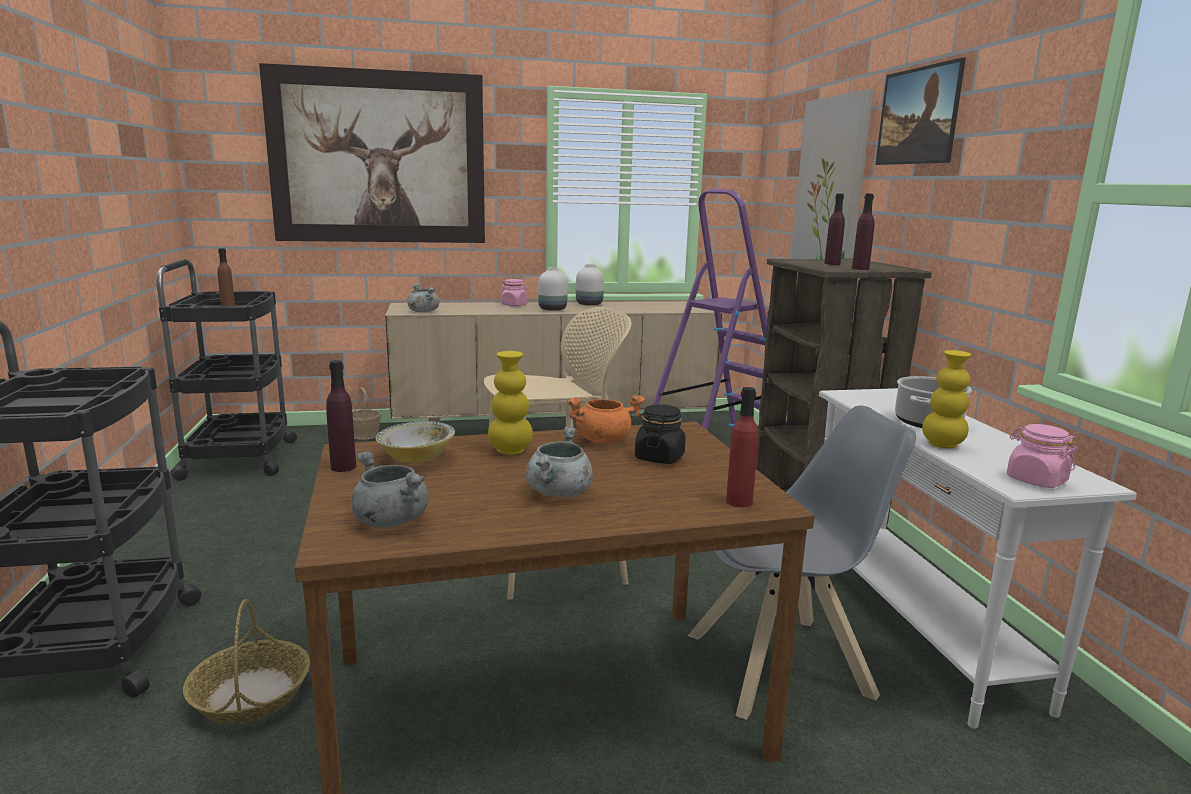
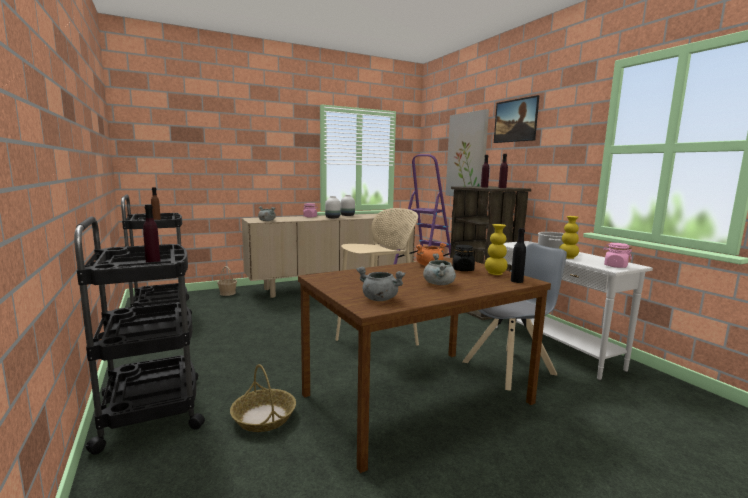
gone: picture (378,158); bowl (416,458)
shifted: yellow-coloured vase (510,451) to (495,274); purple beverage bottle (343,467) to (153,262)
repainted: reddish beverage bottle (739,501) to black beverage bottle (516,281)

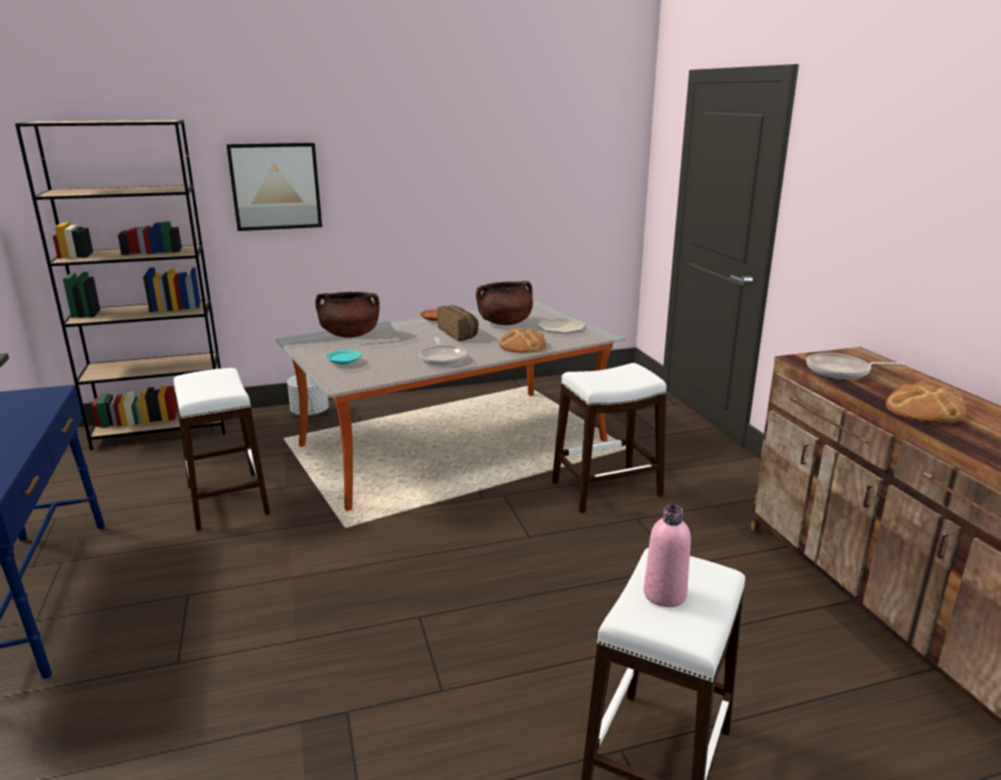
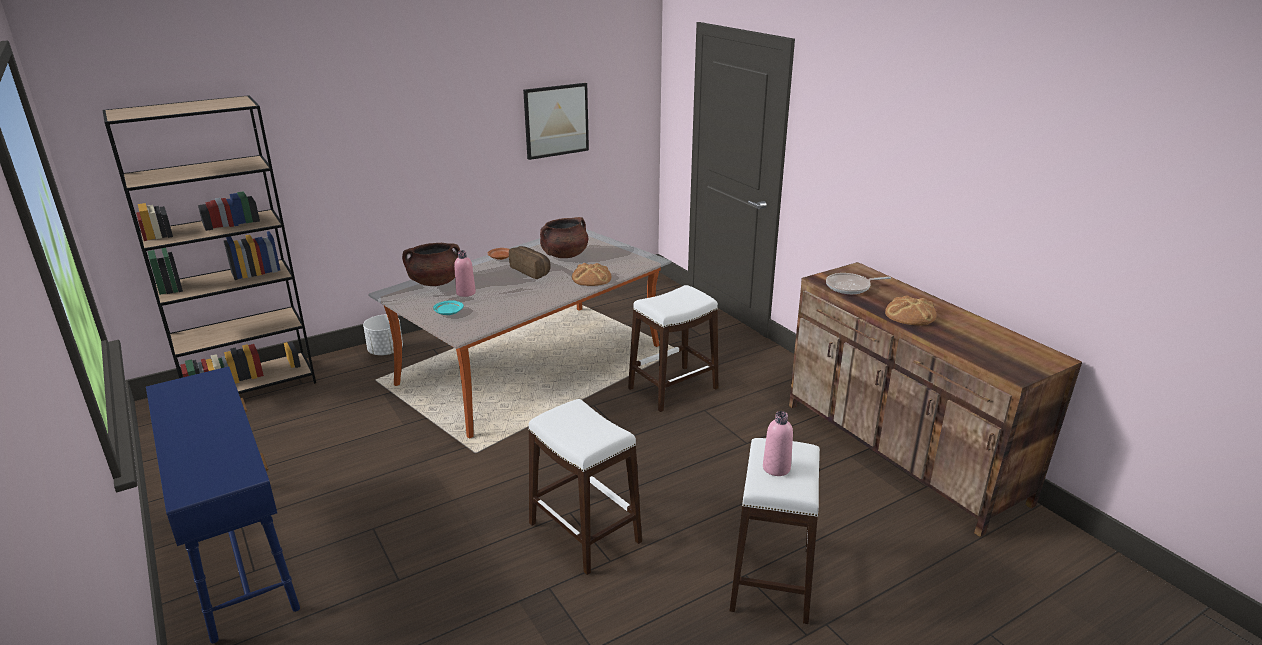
gone: flat dish (561,326); skillet (442,358)
new: pink-coloured beverage bottle (466,293)
shifted: picture (275,186) to (556,120); white stool seat (227,500) to (584,533)

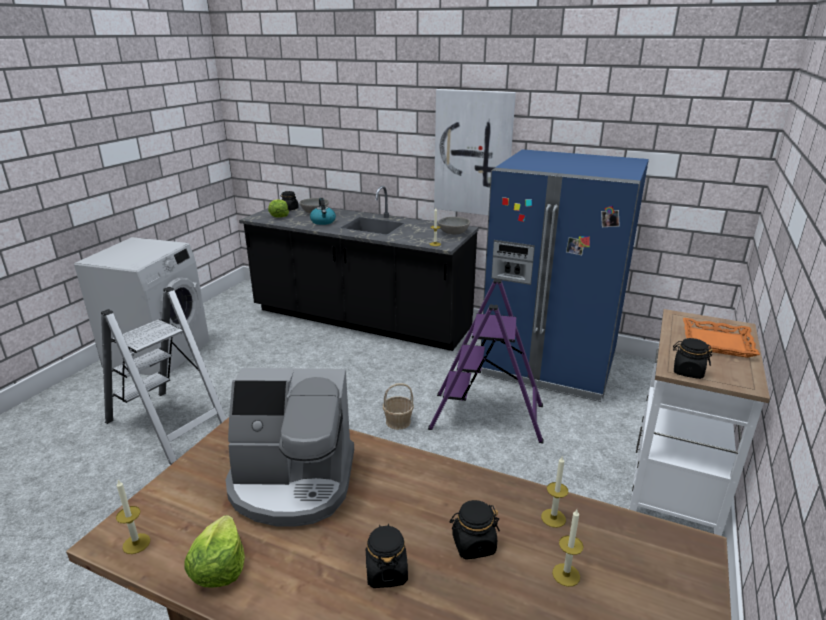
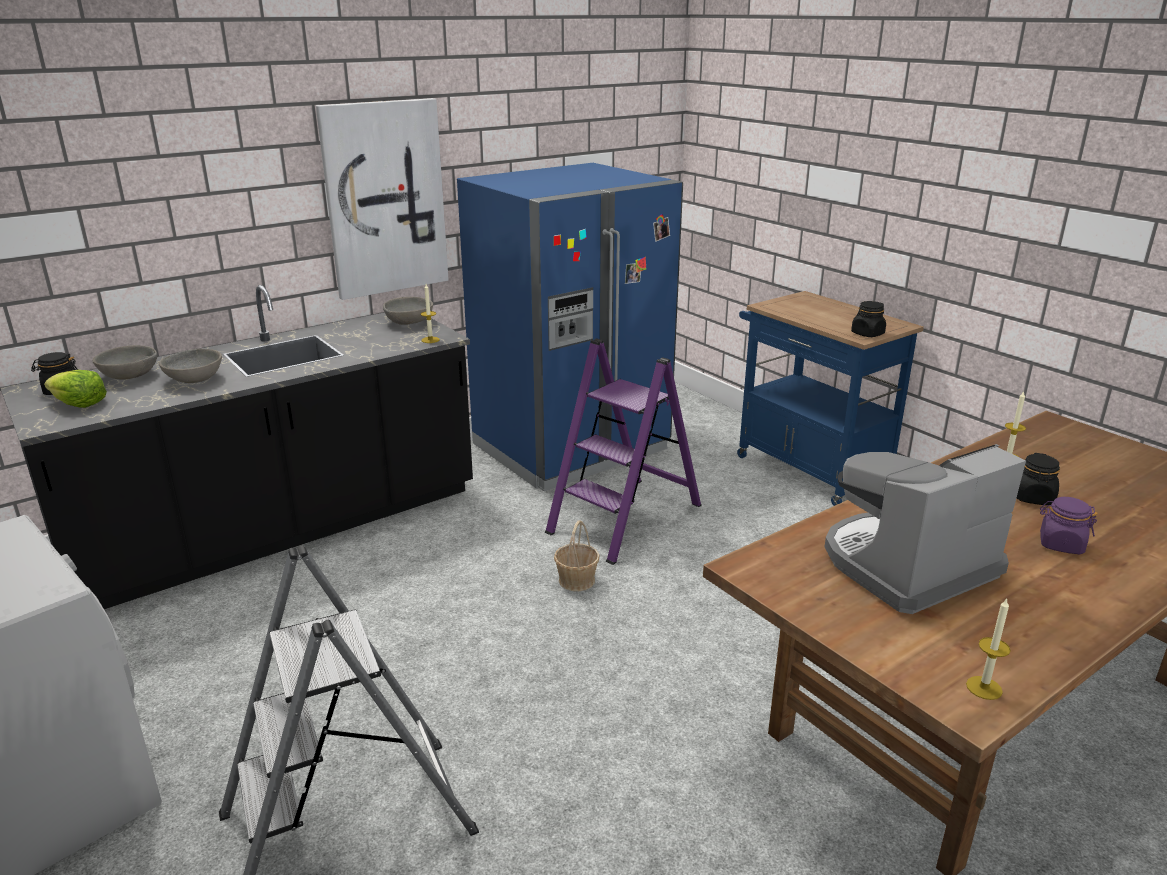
gone: orange-coloured serving tray (717,342); wax candle (566,575); lettuce (219,567)
swapped: water kettle (323,222) to grey bowl (194,379)
repainted: white trolley (673,483) to blue trolley (807,468); black jar (386,572) to purple jar (1060,544)
rotated: coffee machine (292,482) = (906,565) 150 degrees counterclockwise

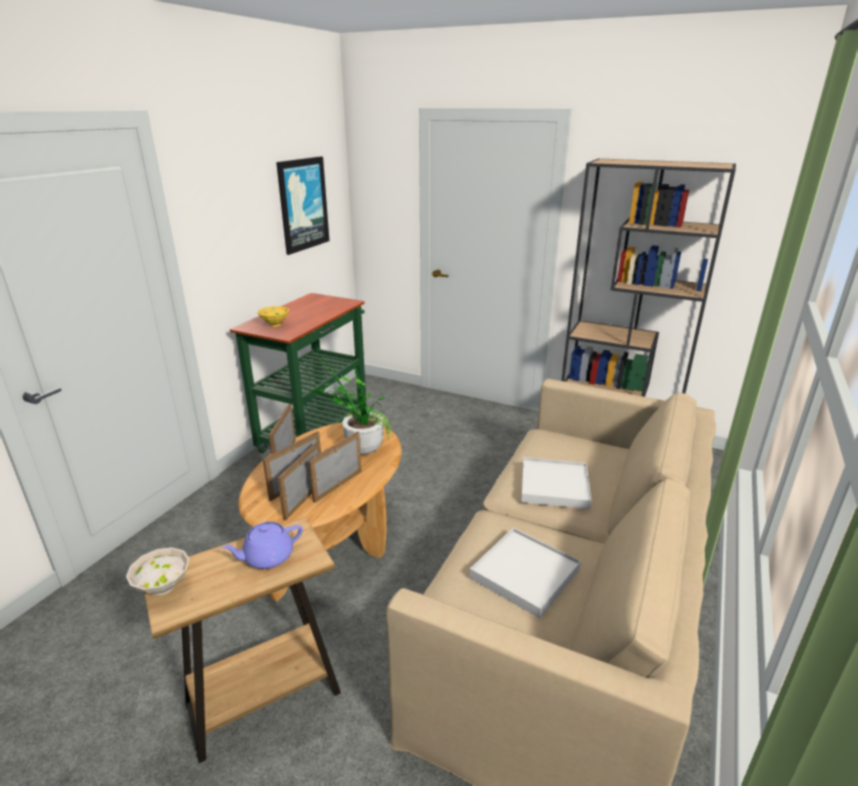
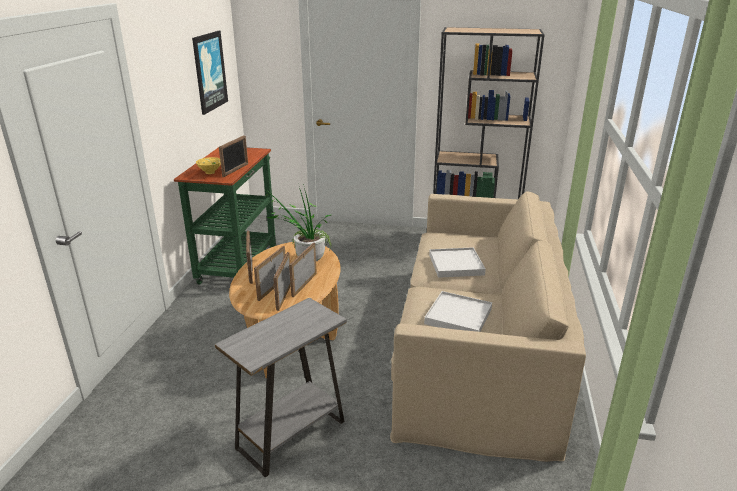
gone: purple teapot (267,557); white bowl (164,586)
new: picture frame (235,170)
repainted: brown side table (264,698) to grey side table (291,435)

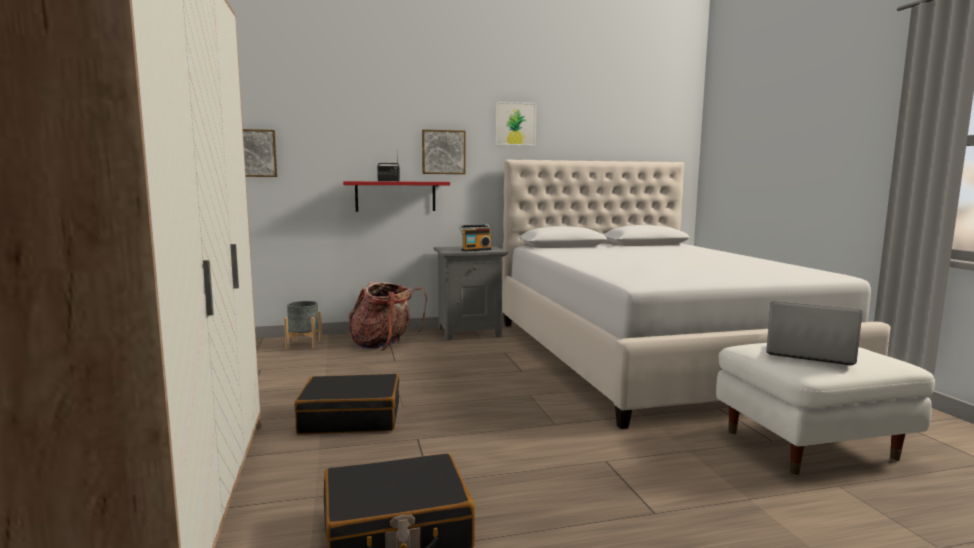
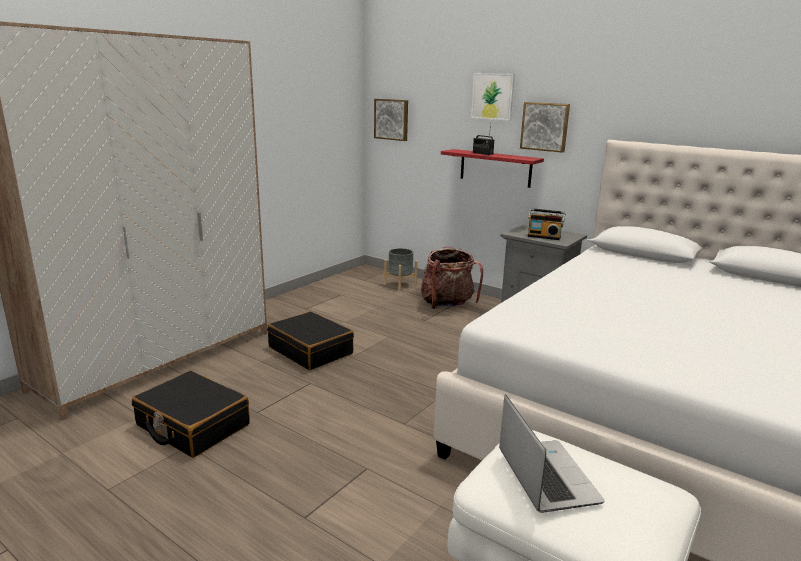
shifted: picture (515,124) to (492,96)

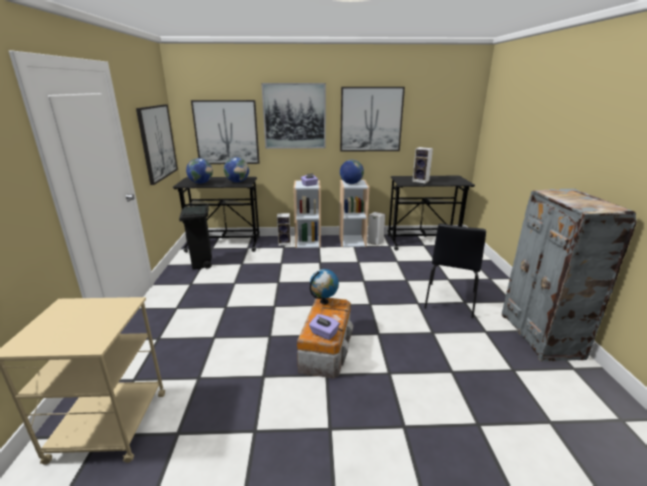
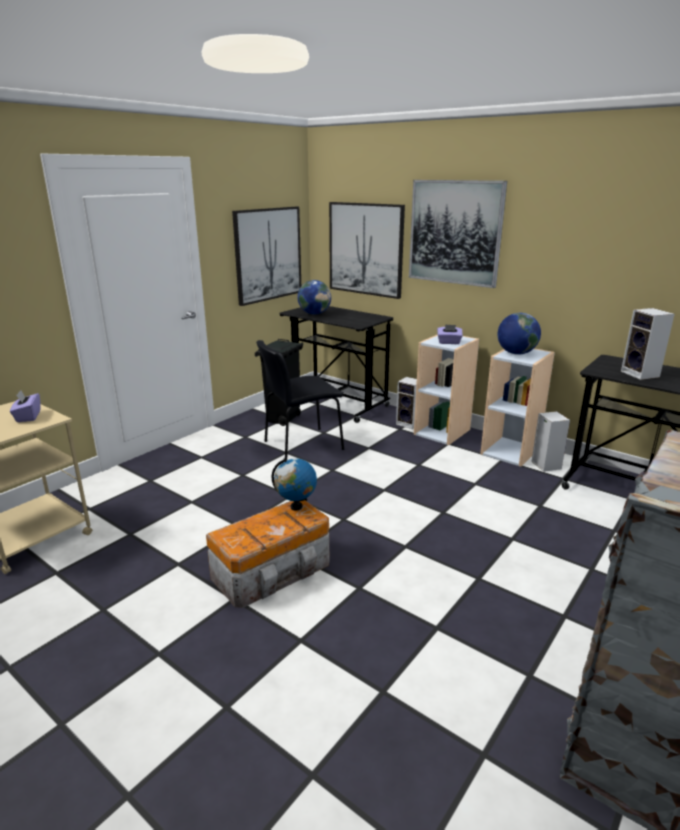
gone: picture (371,119); desk globe (237,182)
shifted: black upright chair (450,301) to (300,446); purple box of tissues (323,333) to (28,416)

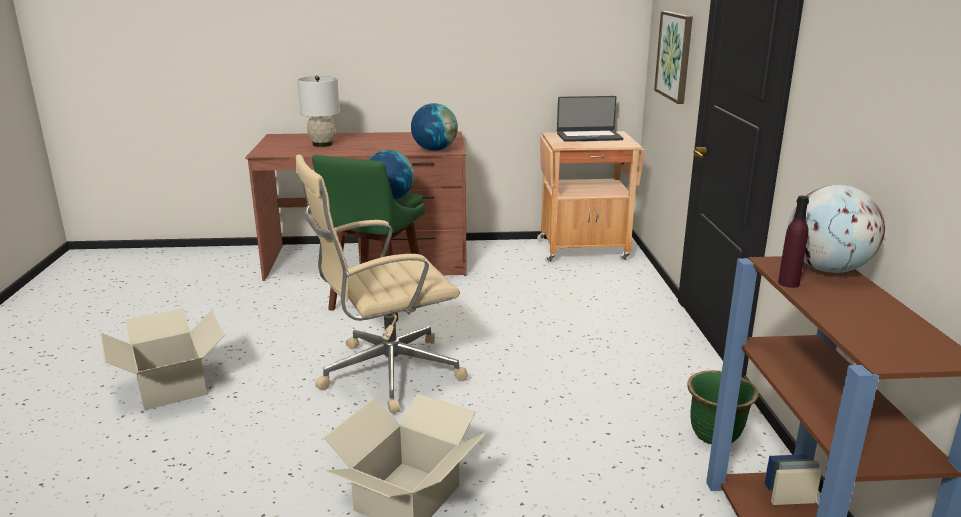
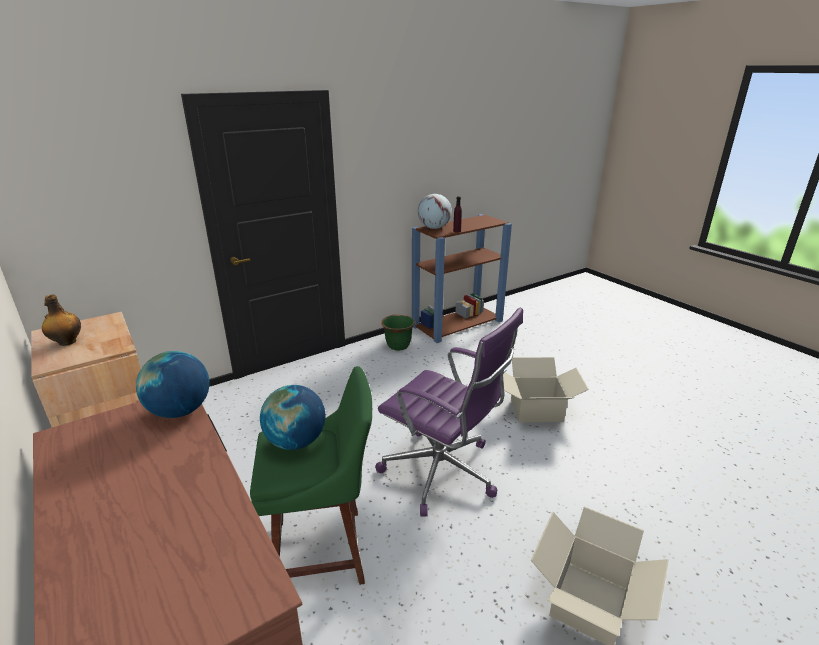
gone: picture (675,56); white tabletop lamp (322,144)
swapped: laptop (589,136) to beverage bottle (67,342)
repainted: beige desk chair (386,373) to purple desk chair (443,472)

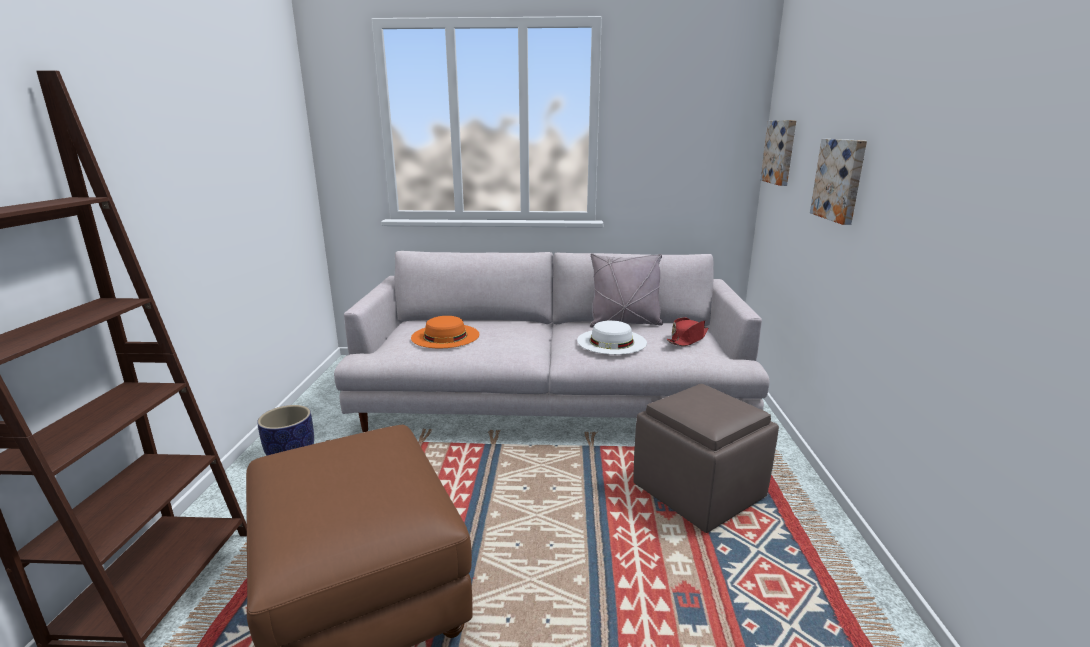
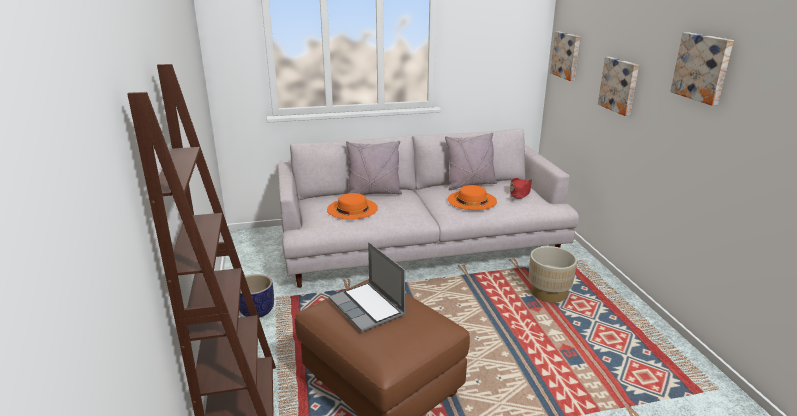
new: picture (703,67); purple pillow (374,193); laptop (368,308)
swapped: brown pouffe (700,492) to beige plant pot (548,293)
repainted: white wearable hat (611,341) to orange-coloured wearable hat (472,200)

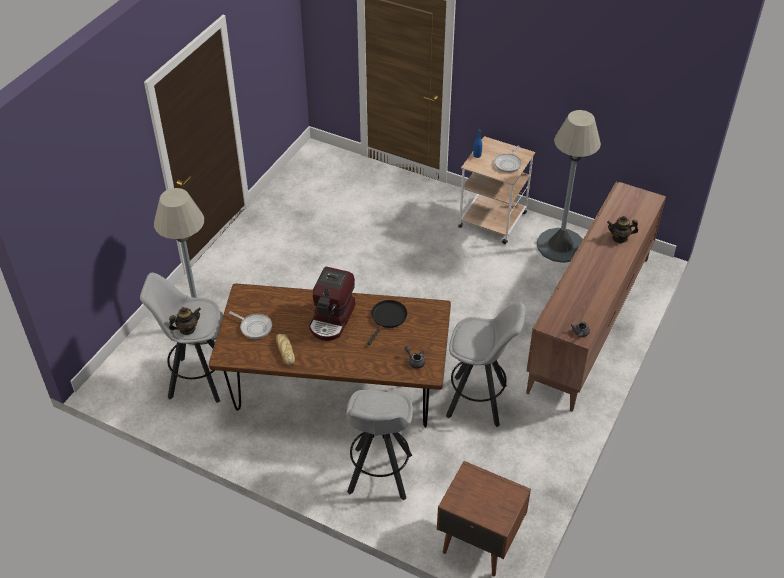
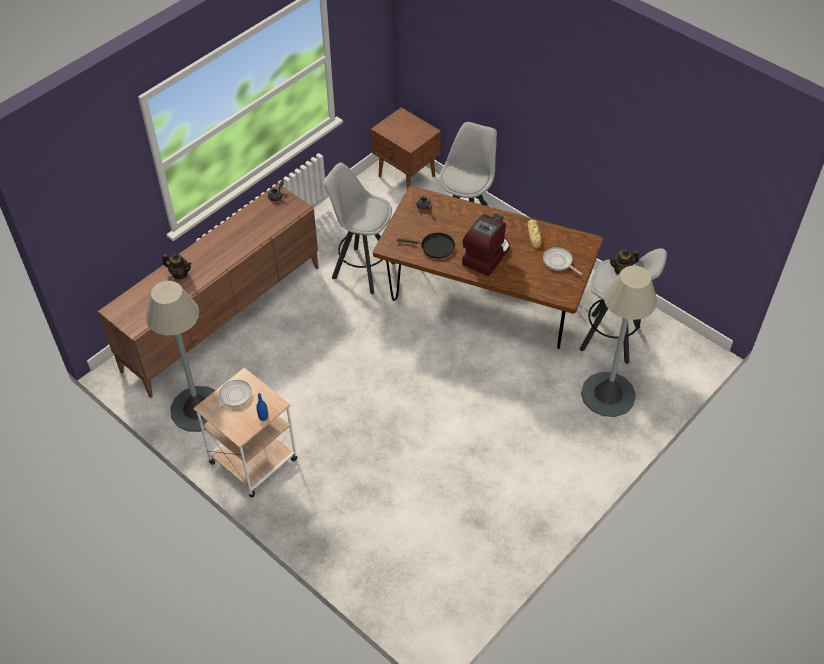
rotated: black skillet (388,318) = (435,247) 120 degrees counterclockwise

